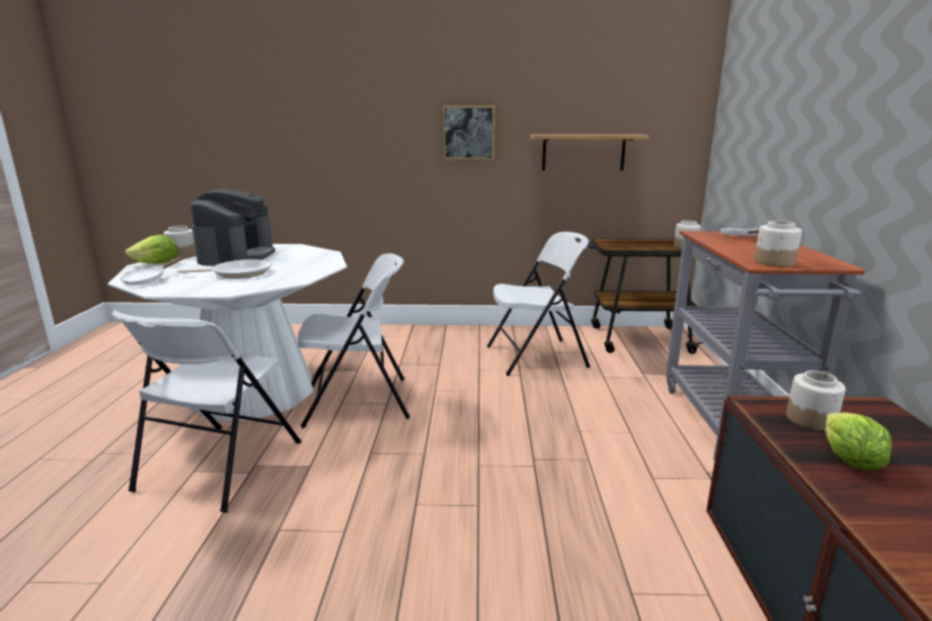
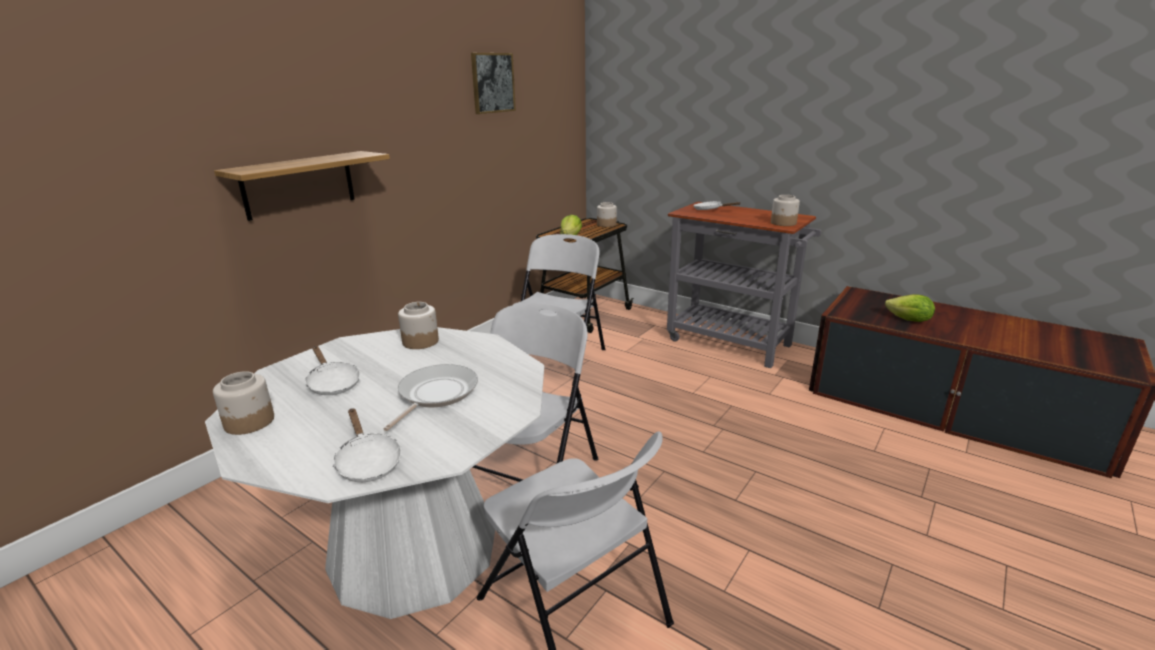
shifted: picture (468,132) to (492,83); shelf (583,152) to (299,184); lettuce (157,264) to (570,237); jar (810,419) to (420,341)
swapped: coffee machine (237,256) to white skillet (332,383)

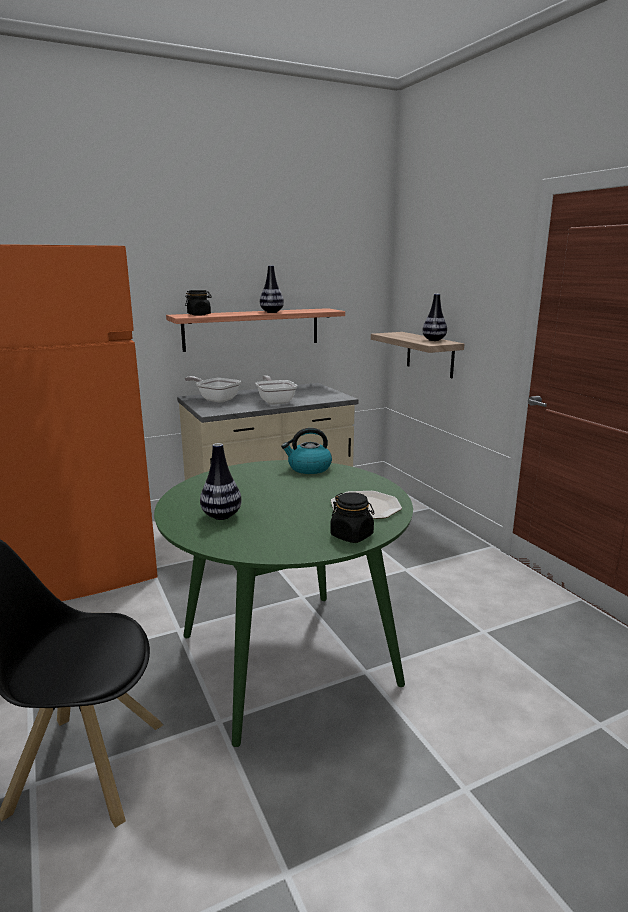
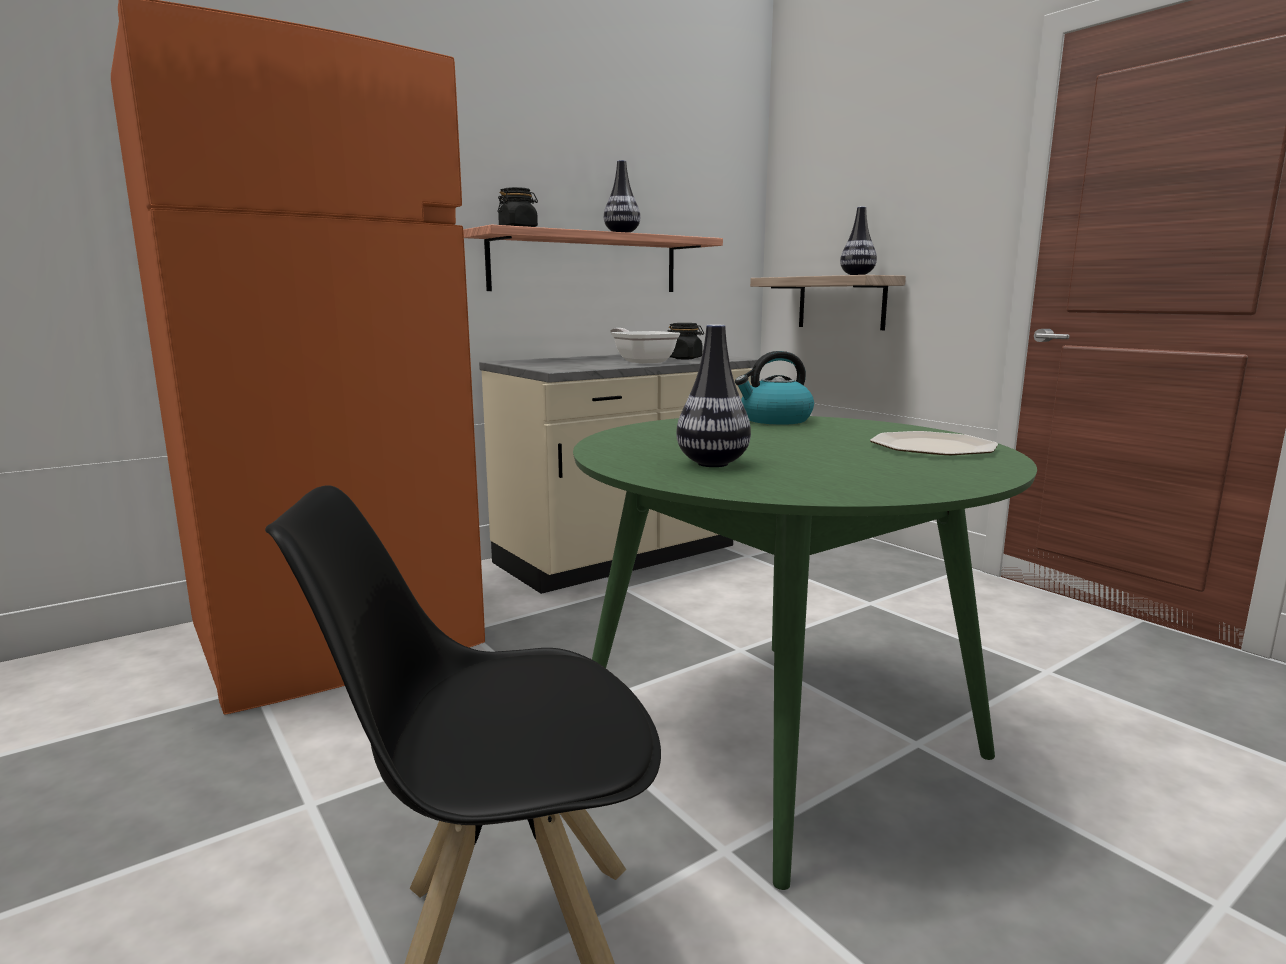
gone: skillet (216,399)
shifted: black jar (352,535) to (684,358)

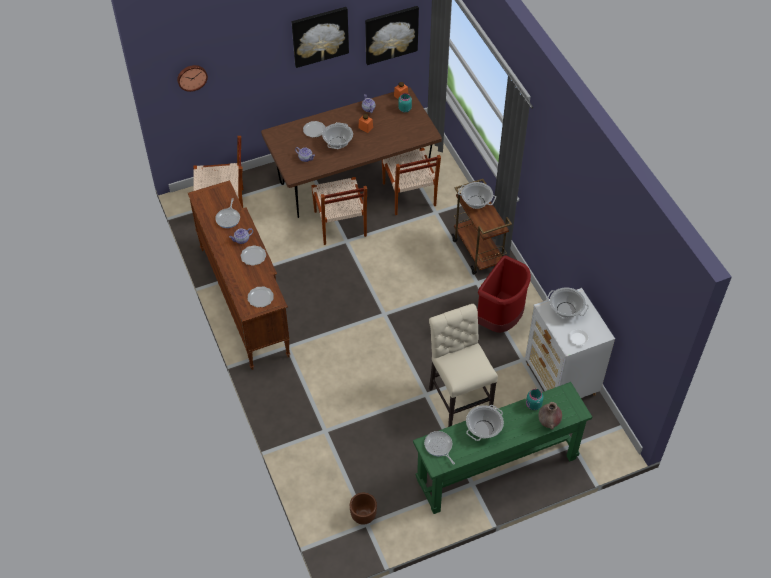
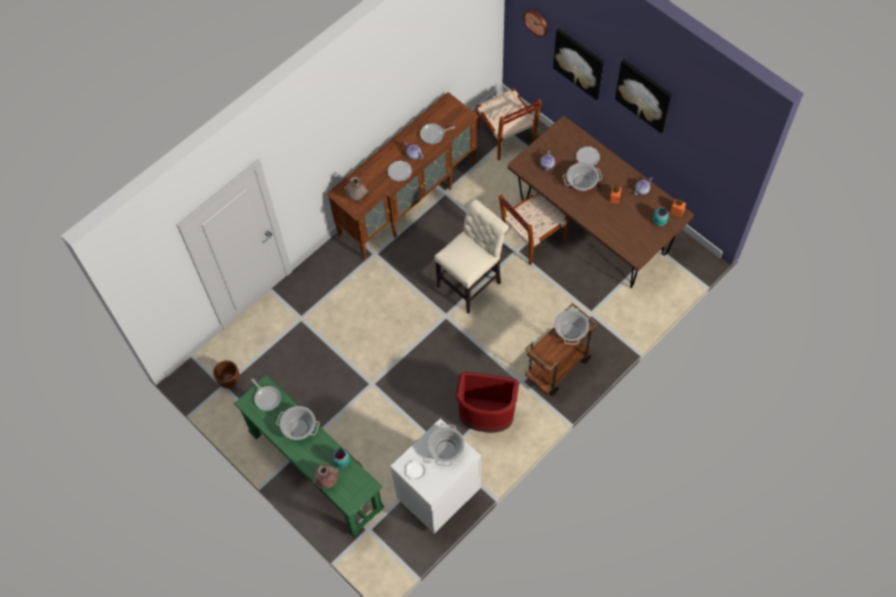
gone: upright chair (409,196)
shifted: picture (391,34) to (579,63); beige stool seat (458,397) to (472,283)
swapped: flat dish (260,297) to brown vase (357,196)
rotated: skillet (439,446) = (267,397) 105 degrees clockwise

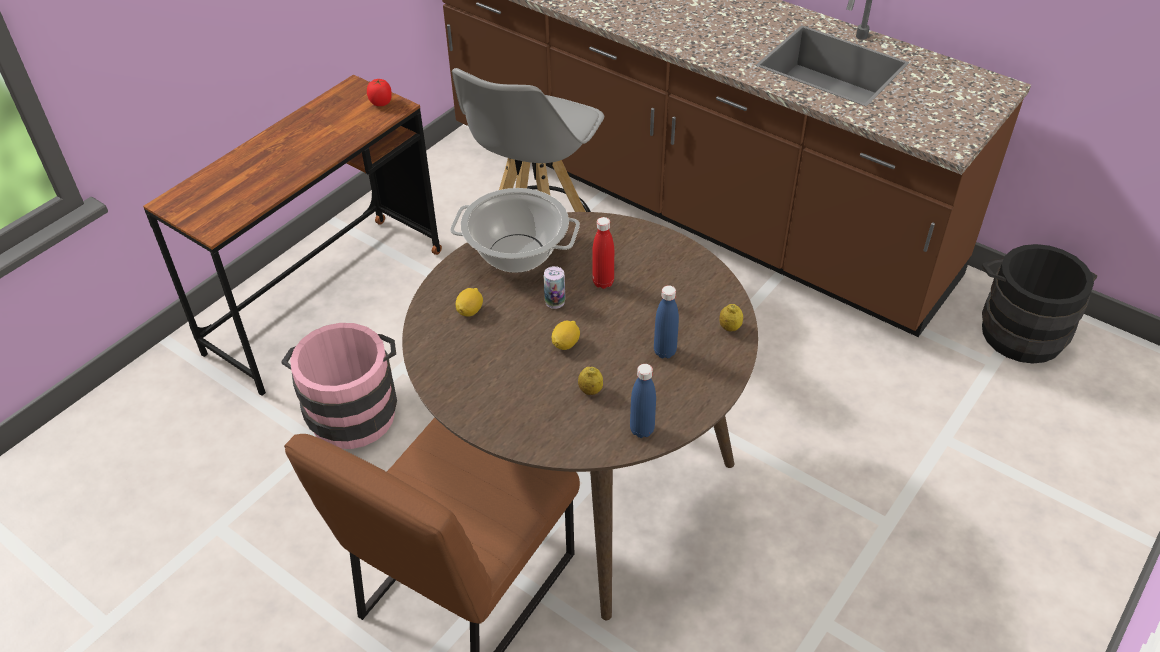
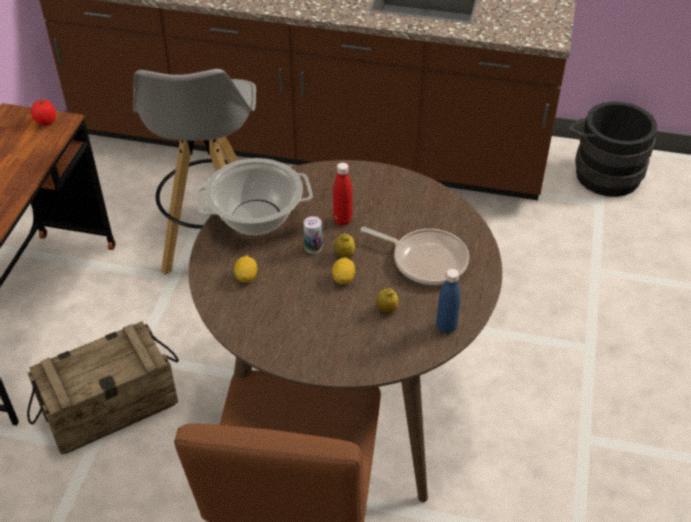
shifted: whole lemon (730,327) to (344,254)
swapped: blue beverage bottle (664,351) to skillet (425,260); pink-coloured water bucket (352,408) to crate (110,407)

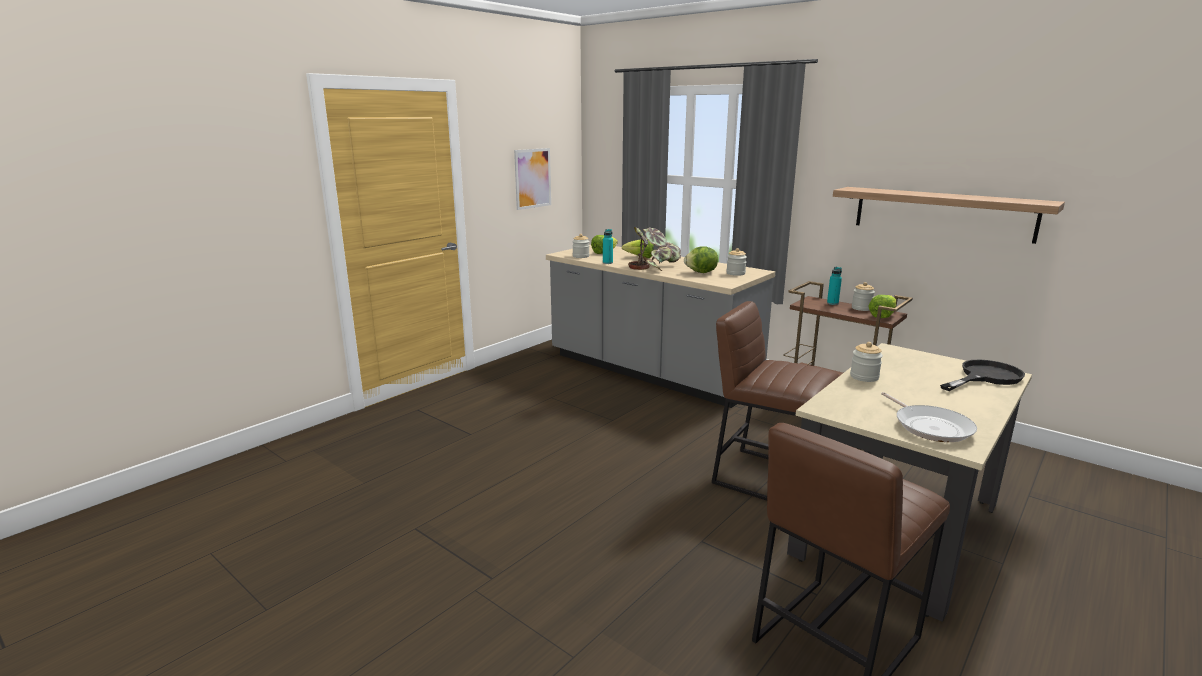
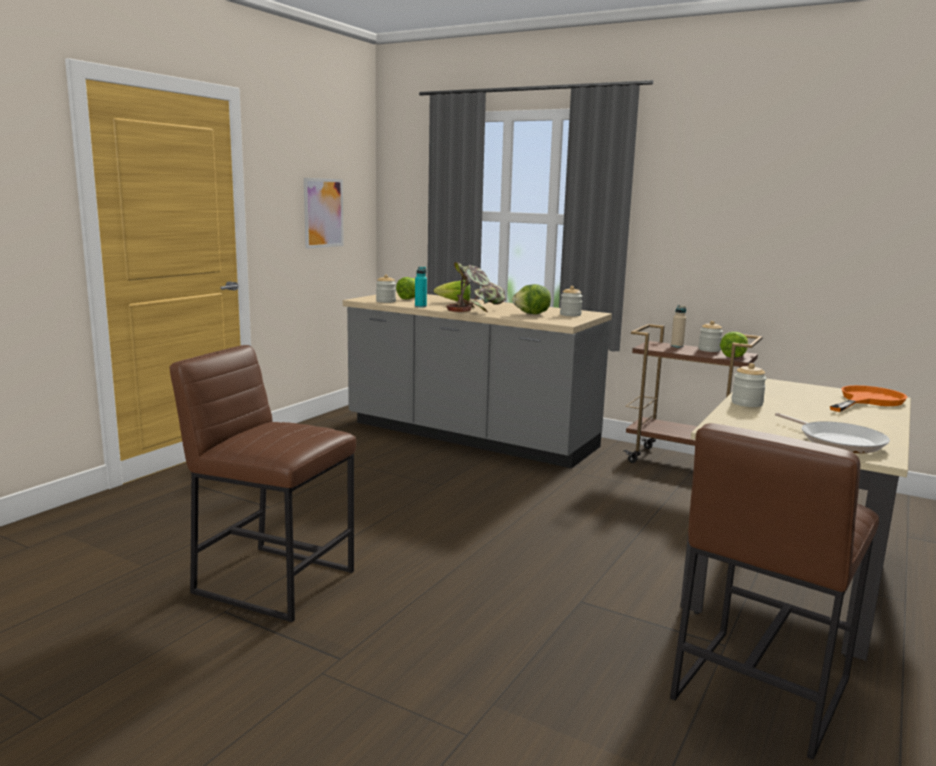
gone: shelf (942,213)
shifted: brown upright chair (766,477) to (272,581)
repainted: blue-green beverage bottle (832,303) to beige beverage bottle (677,346); black skillet (985,377) to orange-coloured skillet (867,400)

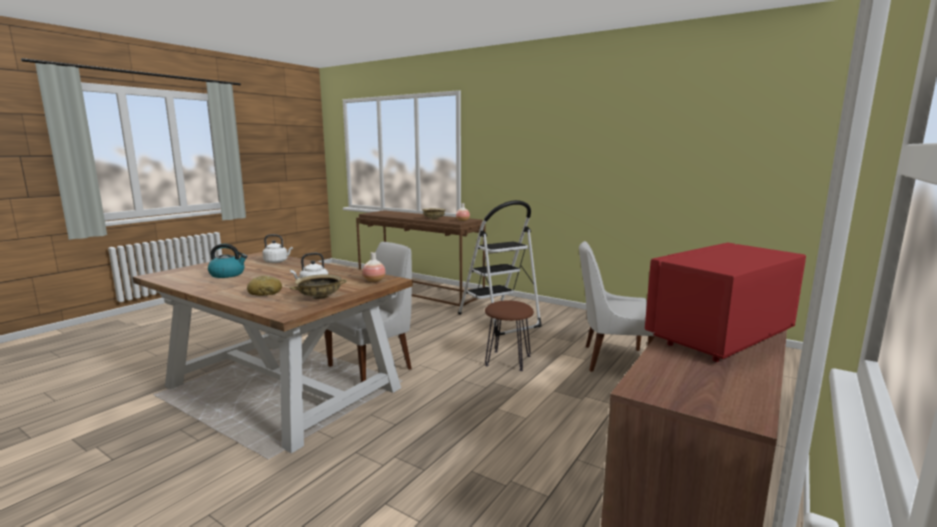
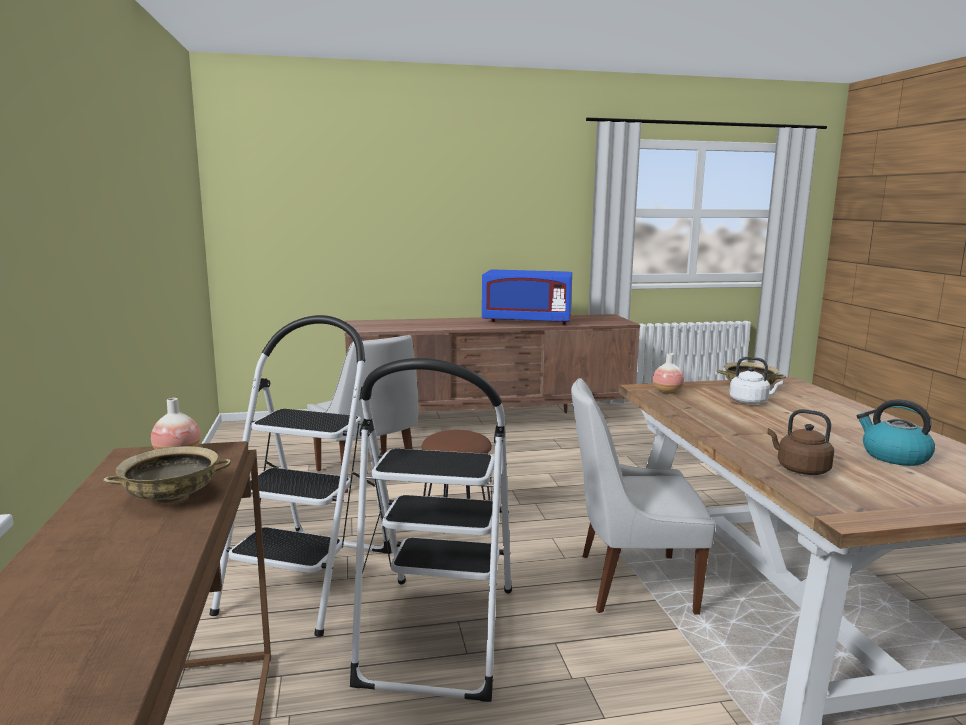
gone: baked bread (265,293)
new: stepladder (436,637)
repainted: white water kettle (277,262) to brown water kettle (799,469); reddish kitchen microwave (719,335) to blue kitchen microwave (527,321)

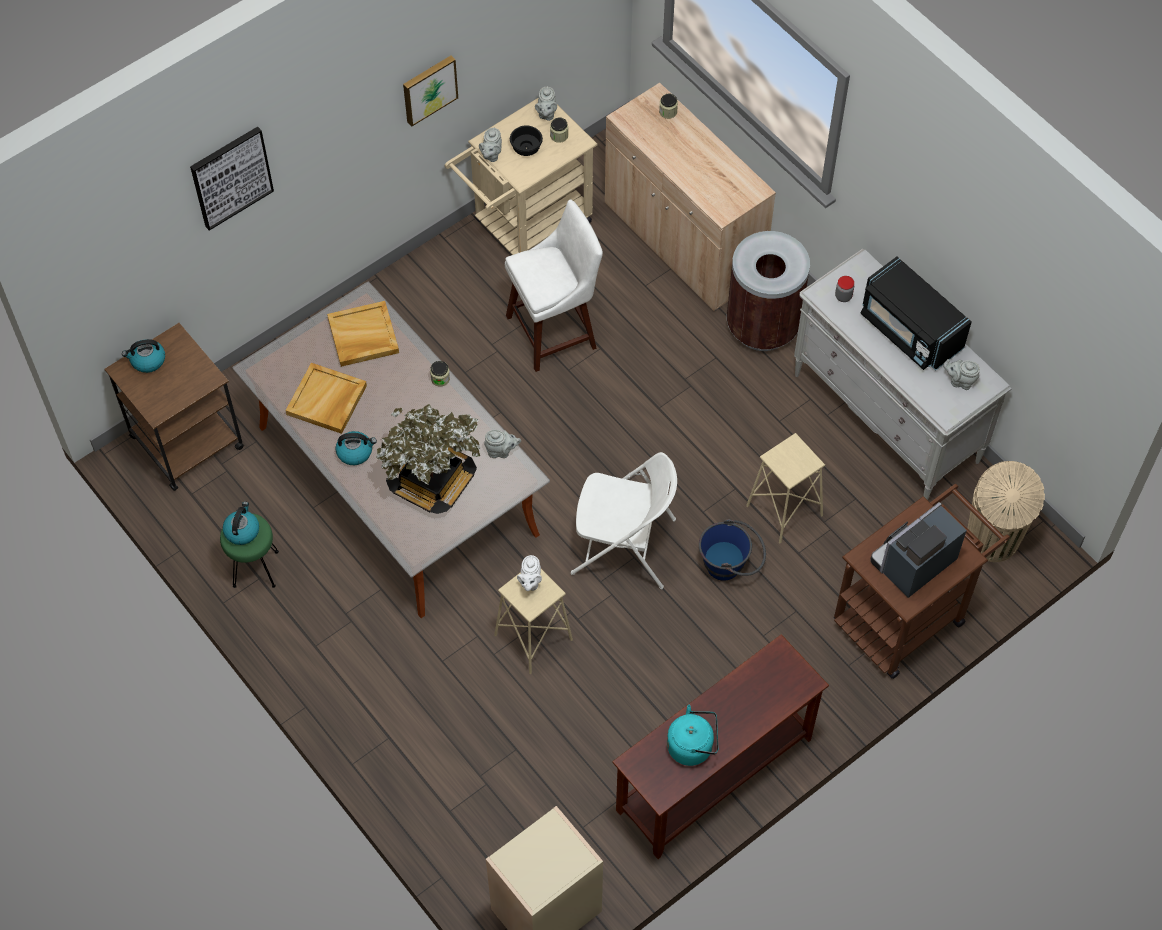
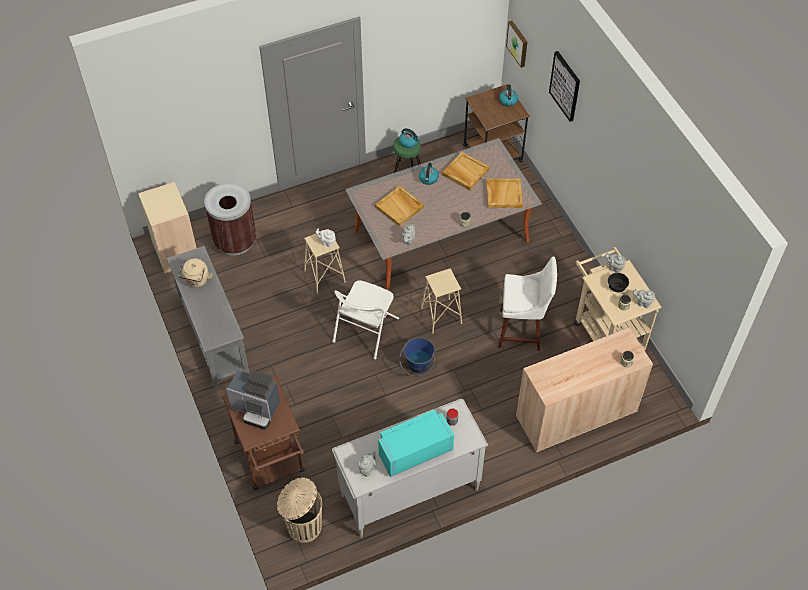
shifted: picture (429,89) to (518,43); brown waste bin (762,326) to (235,241); beige stool seat (784,510) to (441,316); blue water bucket (731,565) to (417,368)
swapped: houseplant (431,480) to beige serving tray (400,207)
repainted: black kitchen microwave (909,330) to blue-green kitchen microwave (415,451); brown hall table (713,776) to grey hall table (214,338); blue-green water kettle (693,746) to beige water kettle (196,281)
rotated: white upright chair (556,330) = (523,330) 75 degrees counterclockwise; coffee machine (912,564) = (256,409) 135 degrees clockwise

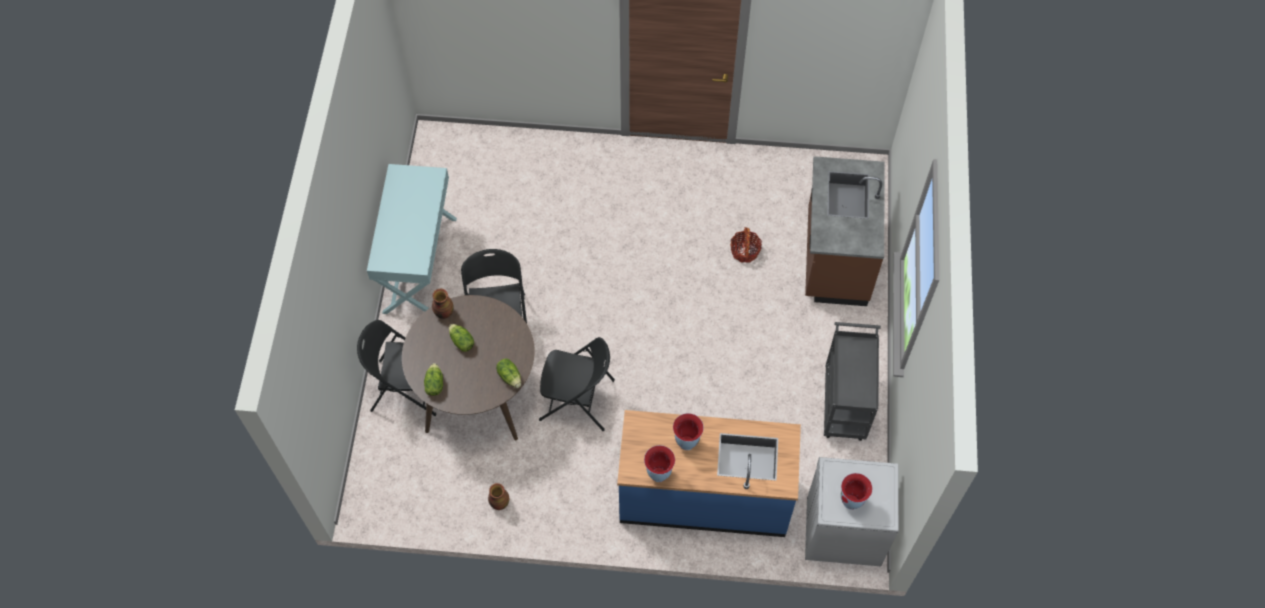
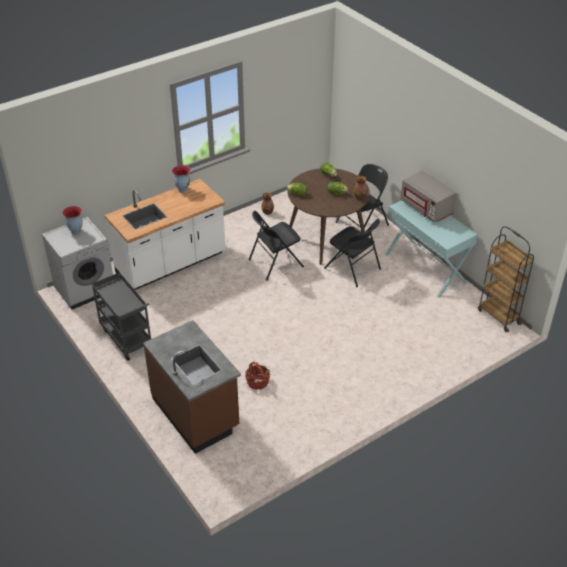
gone: vase (686,442)
new: grey kitchen microwave (426,208); brown trolley (498,317)
repainted: blue kitchen base unit (704,496) to white kitchen base unit (171,264)

